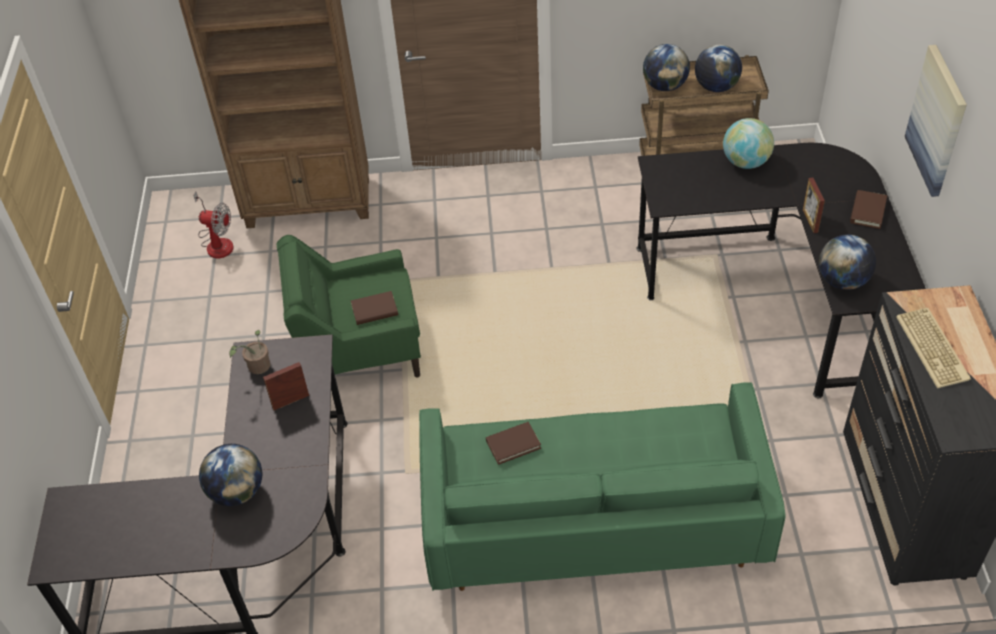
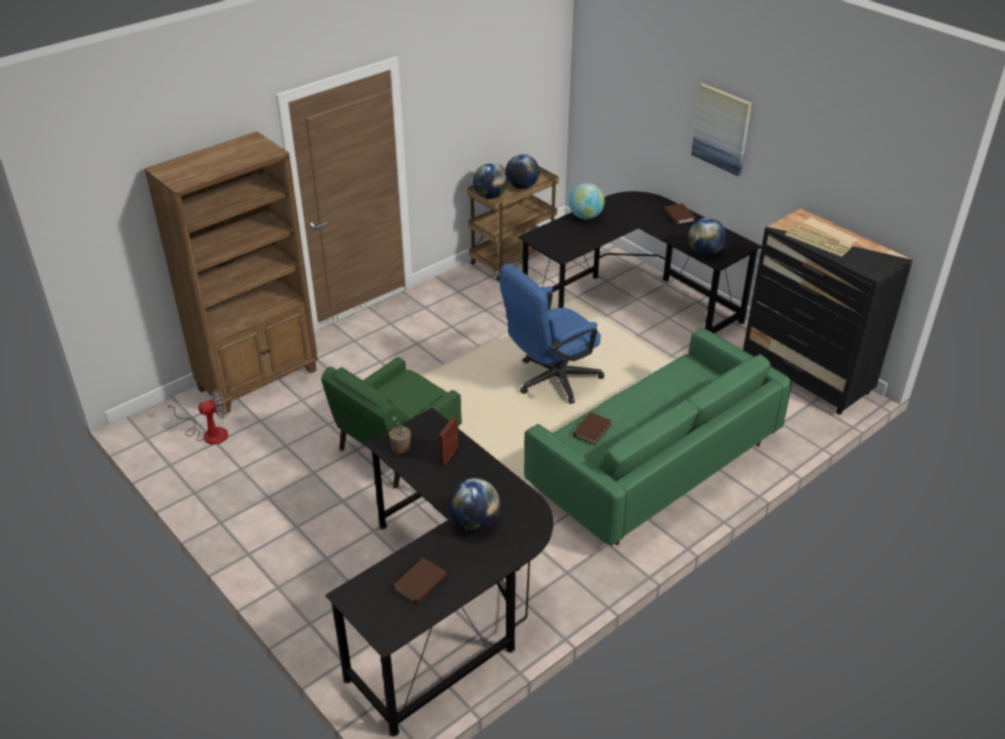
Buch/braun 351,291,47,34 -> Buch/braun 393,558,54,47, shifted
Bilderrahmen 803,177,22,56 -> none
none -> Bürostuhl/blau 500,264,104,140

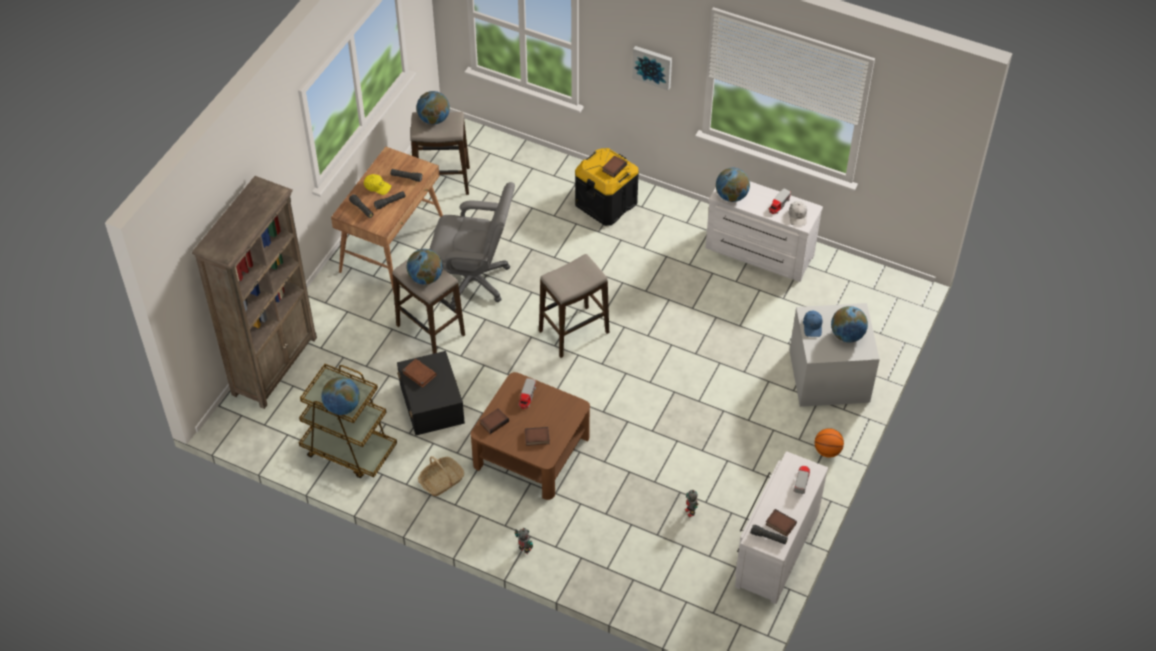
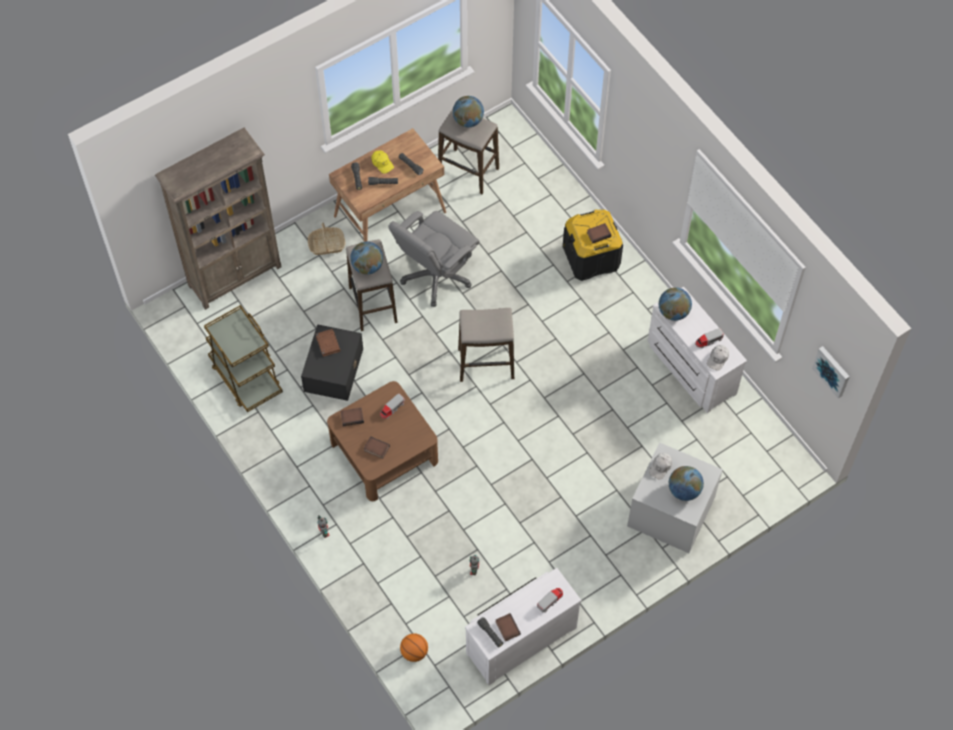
Globus 321,377,39,38 -> none
Korb 418,456,46,40 -> Korb 308,223,37,32, shifted
Bürostuhl/grau 430,182,85,125 -> Bürostuhl/grau 388,211,92,96, 90 degrees clockwise
Bild 632,46,40,44 -> Bild 812,346,38,52, shifted
Kappe/blau 803,311,20,26 -> Kappe/weiß 649,453,23,27
Basketball 814,428,30,30 -> Basketball 400,633,28,29, shifted

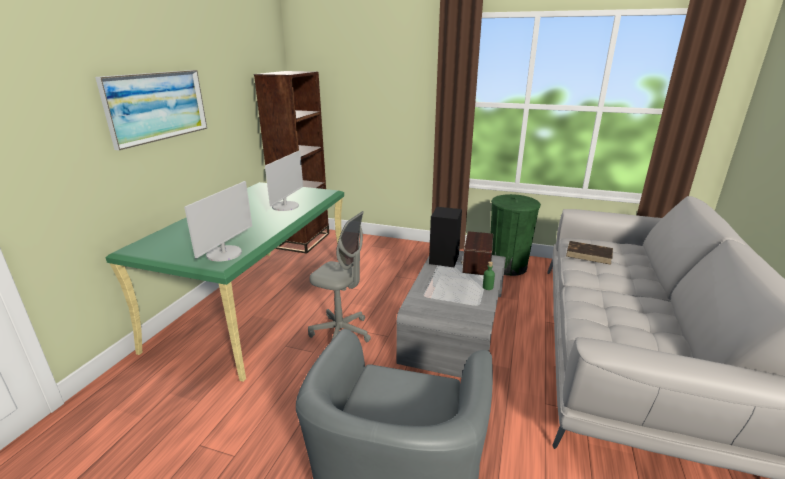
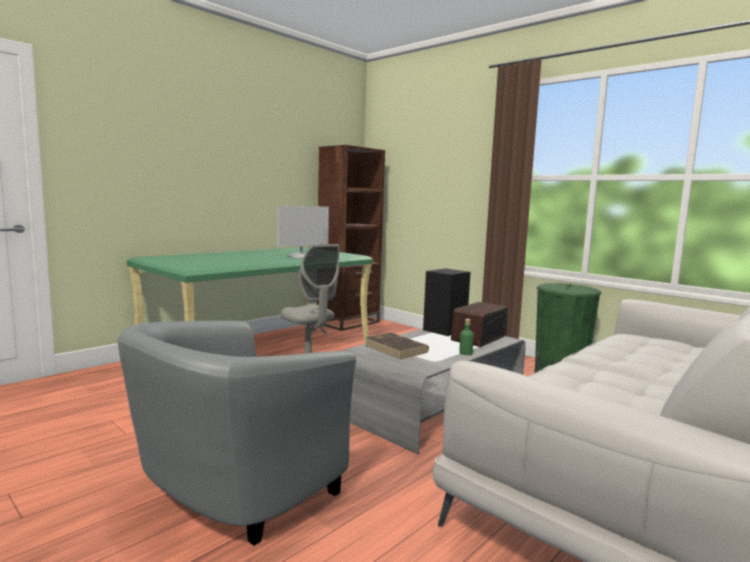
Bild 95,70,112,80 -> none
Monitor 184,181,68,80 -> none
Buch/braun 566,241,47,24 -> Buch/braun 365,333,64,26, shifted

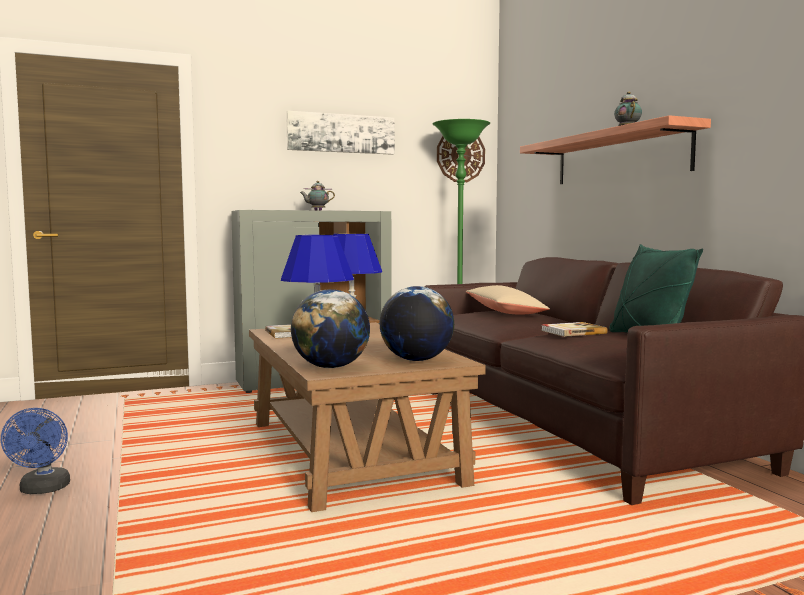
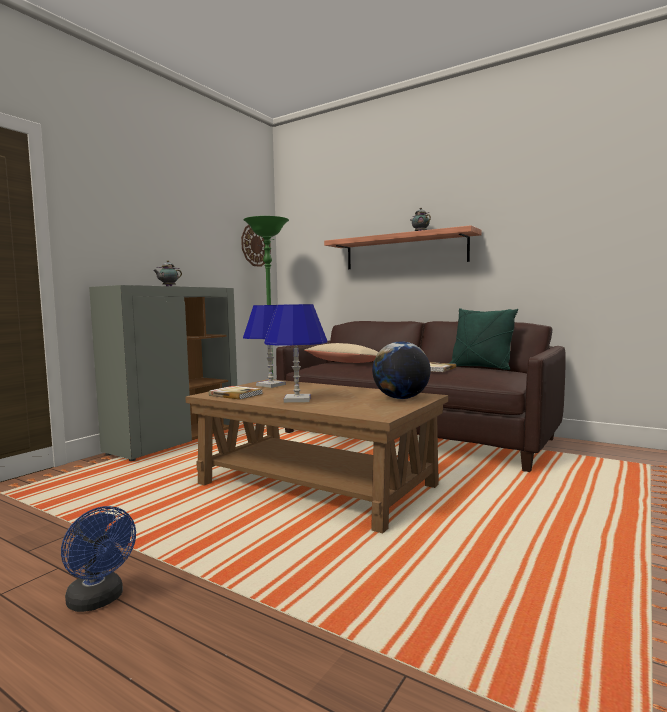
Bild 286,110,108,45 -> none
Globus 291,289,79,79 -> none

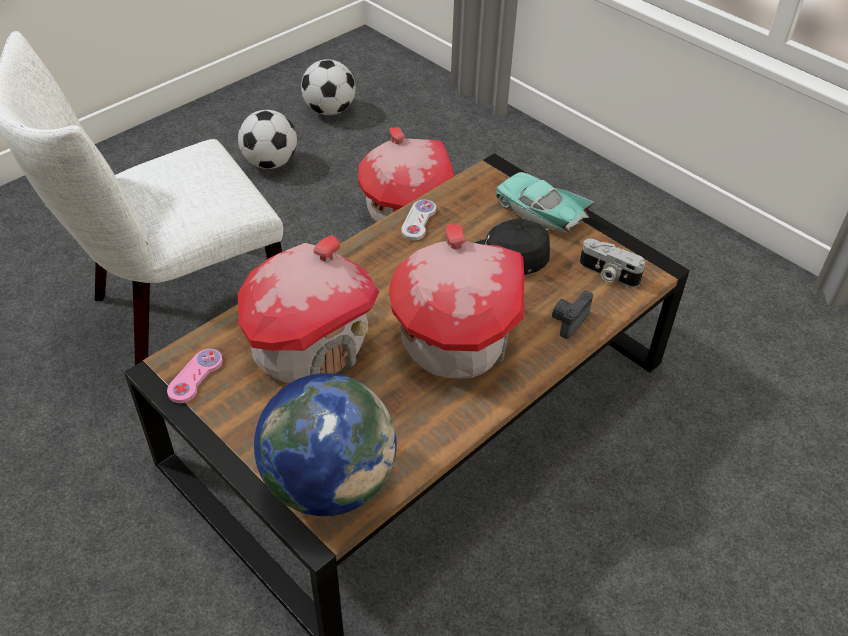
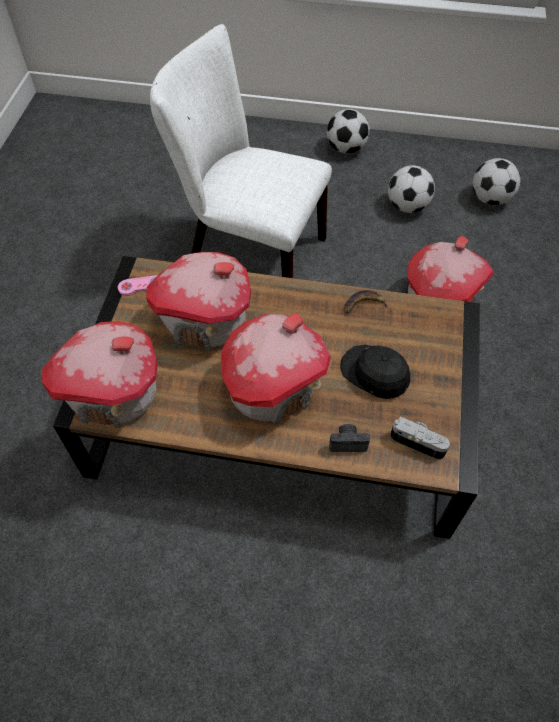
Globus 254,373,143,143 -> Spielzeughaus 42,321,115,107
Gamepad/weiß 402,200,34,41 -> Banane 344,290,45,24
Spielzeugauto/türkis 496,172,99,61 -> none
Kamera 580,239,65,49 -> Kamera 390,416,60,44, 120 degrees clockwise
none -> Fußball 327,109,43,45

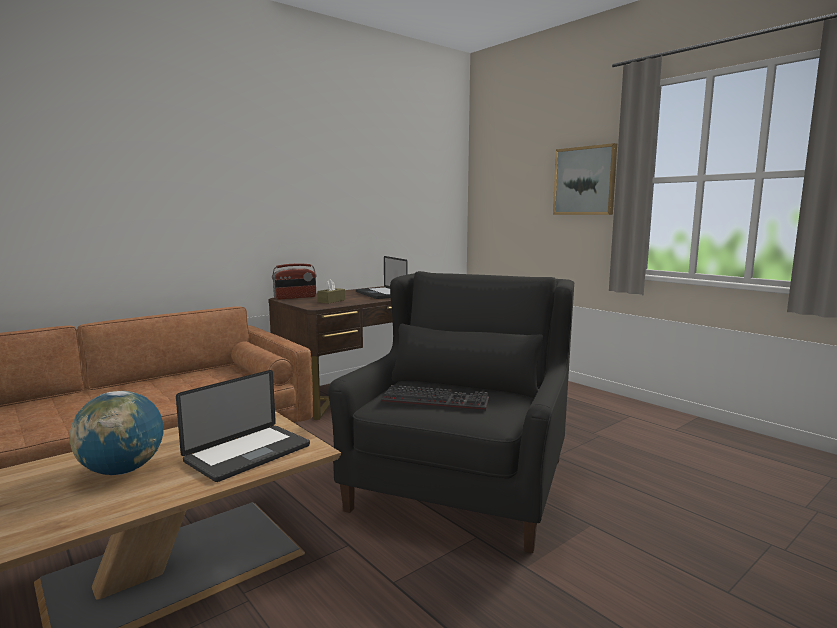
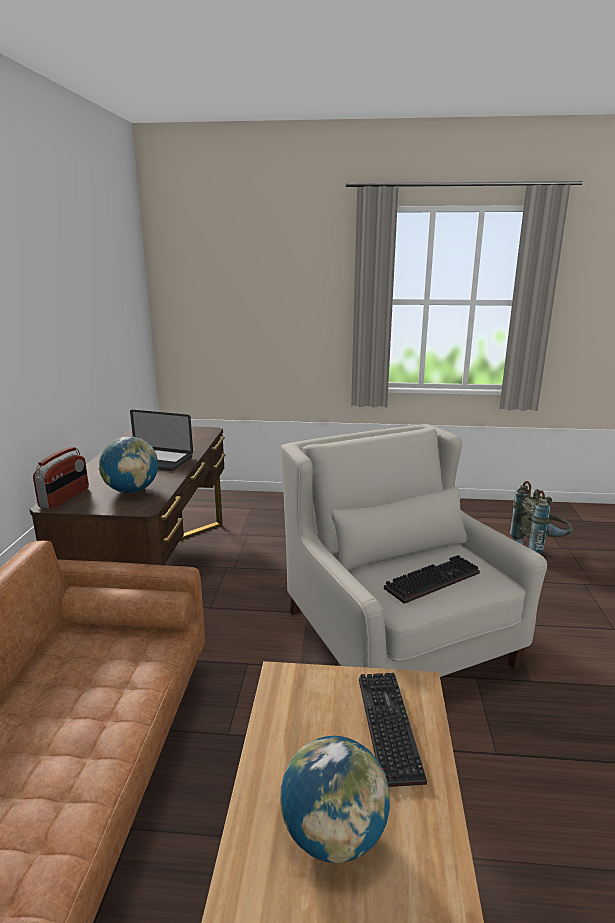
Laptop 176,370,134,112 -> Tastatur 359,673,68,114
Taschentuchbox/braun 317,279,28,25 -> Globus 99,436,59,57
Sessel/schwarz 328,271,246,282 -> Sessel/weiß 281,424,266,253
Bild 553,143,64,72 -> none
none -> Rucksack/grau 510,481,63,74

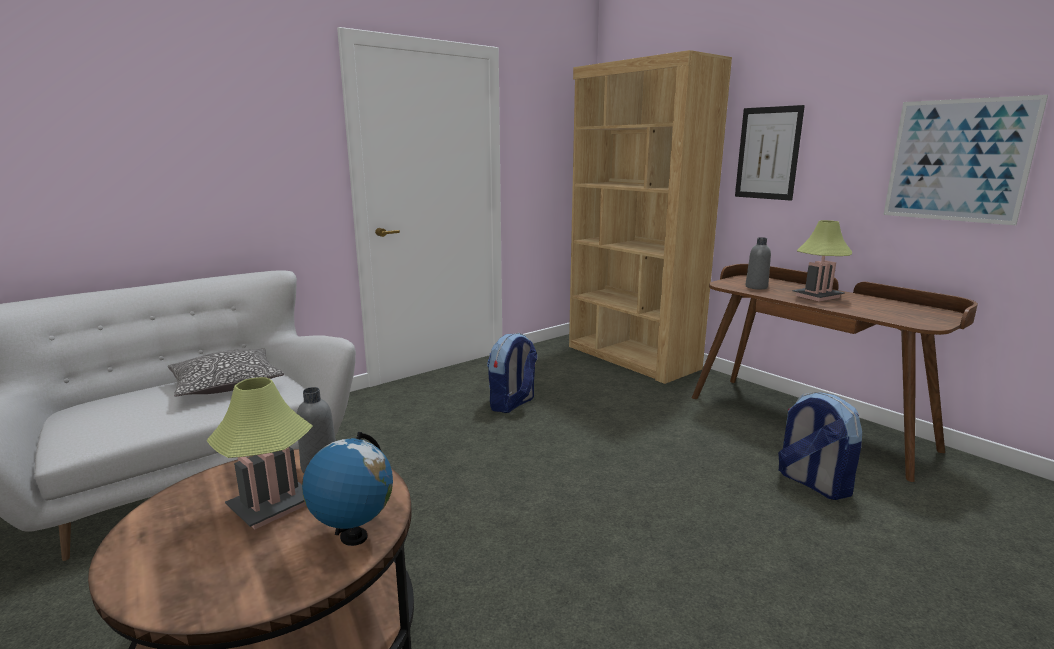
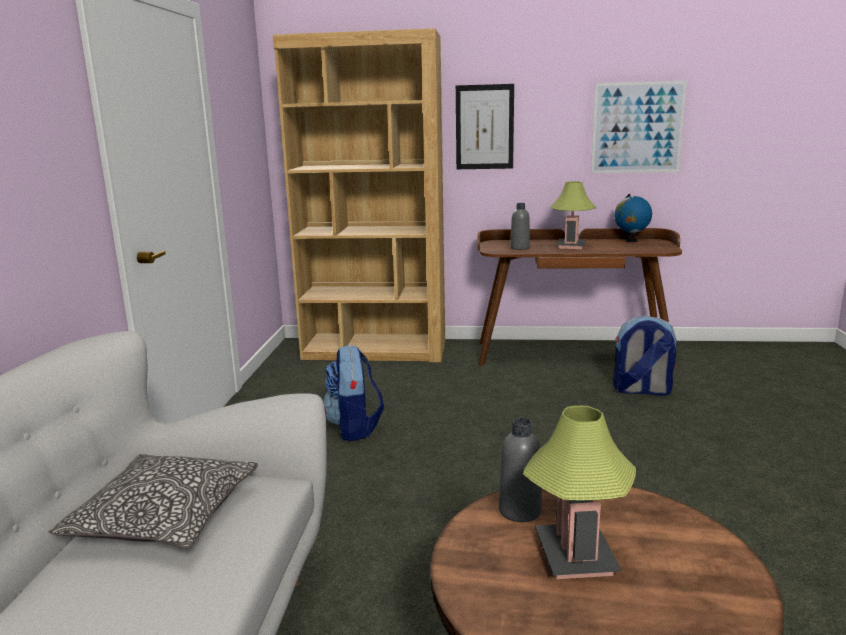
Globus 302,432,91,114 -> Globus 614,194,38,48, shifted

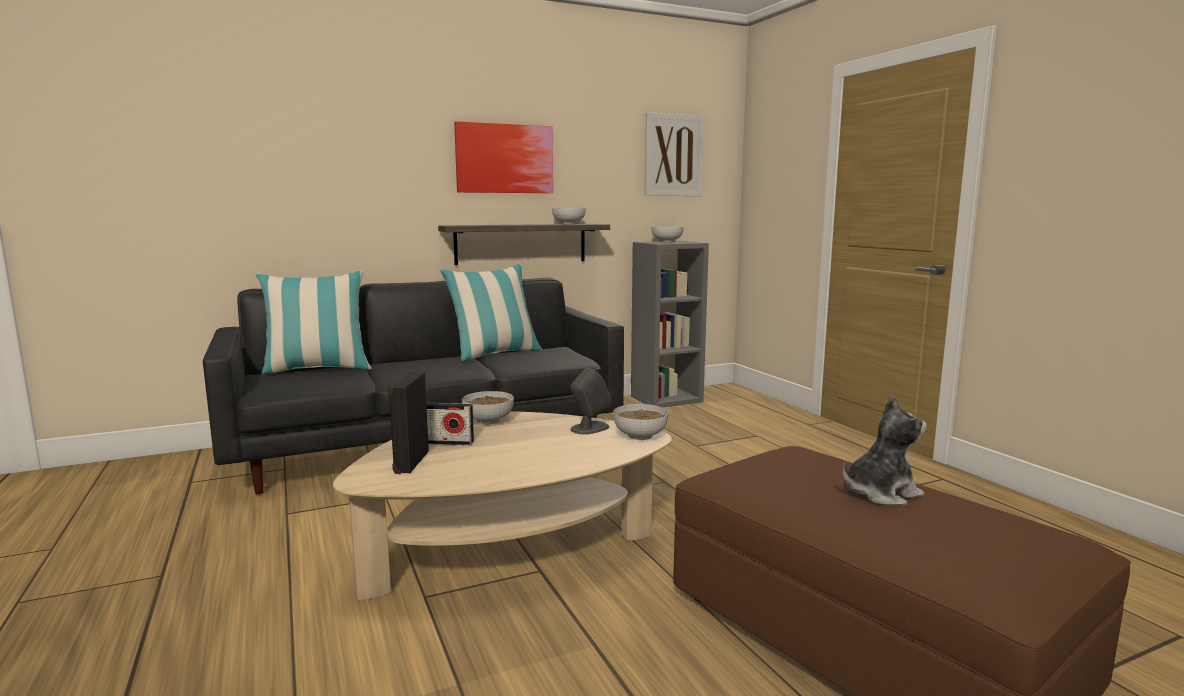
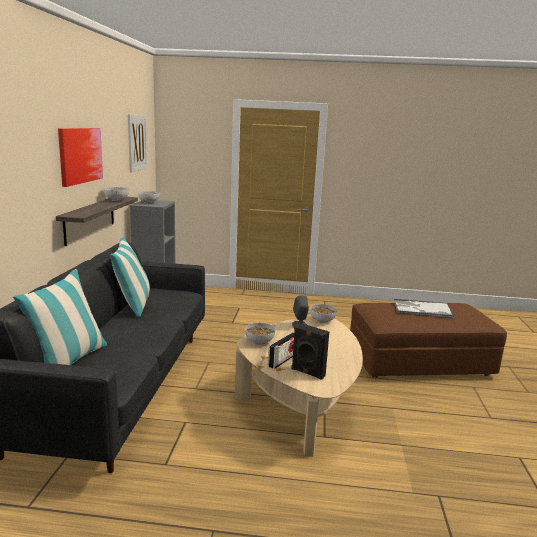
Plüschtier 843,395,84,111 -> Tablett 394,299,61,19

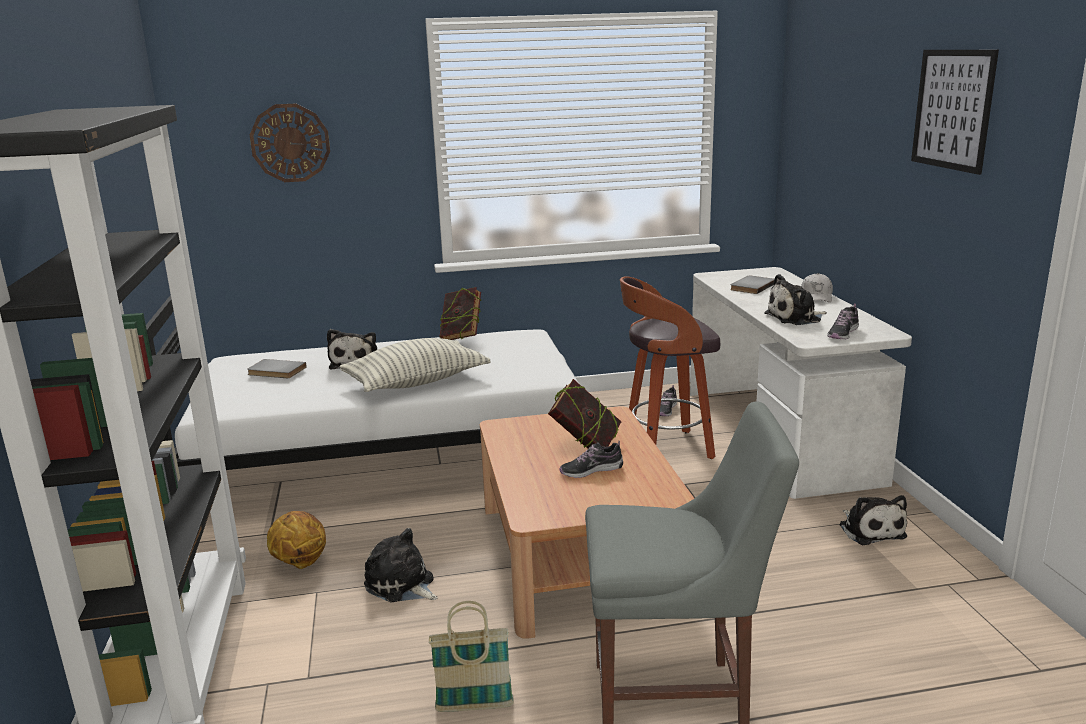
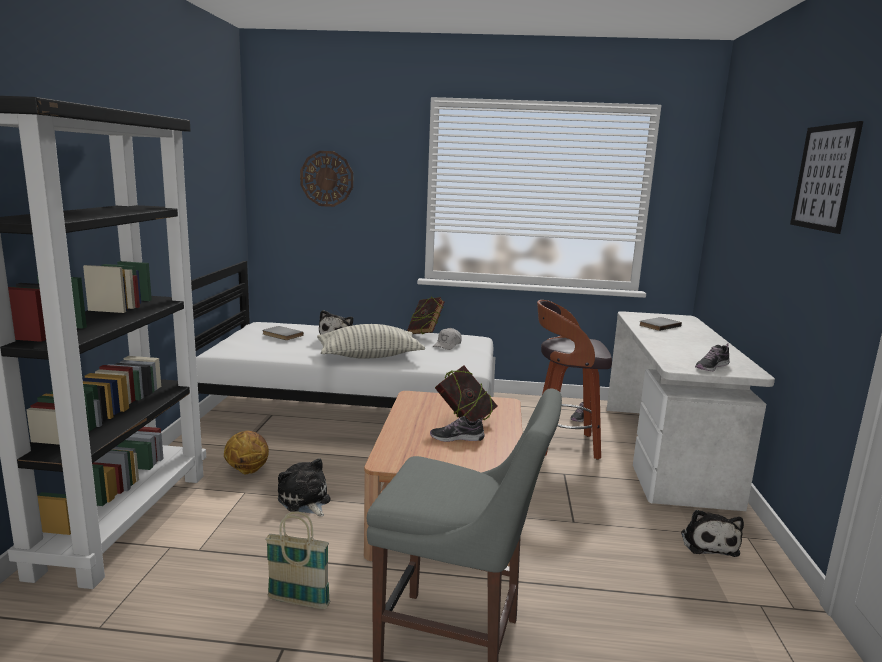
Plüschtier 764,274,63,51 -> none
Kappe/weiß 801,273,32,29 -> Kappe/weiß 433,328,29,22, shifted

